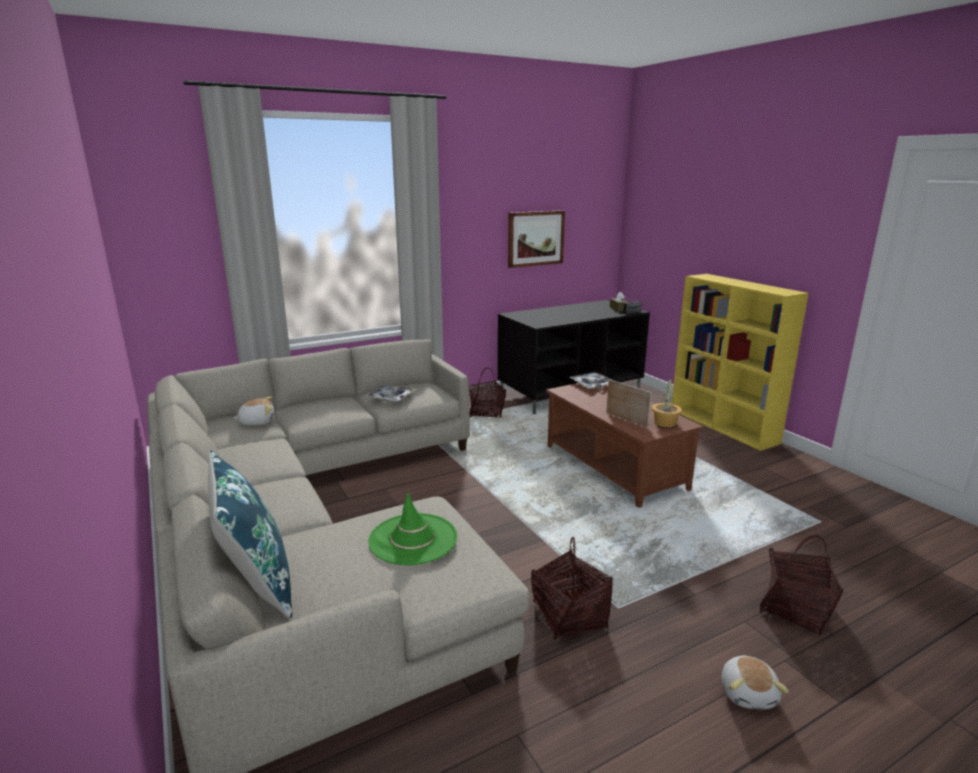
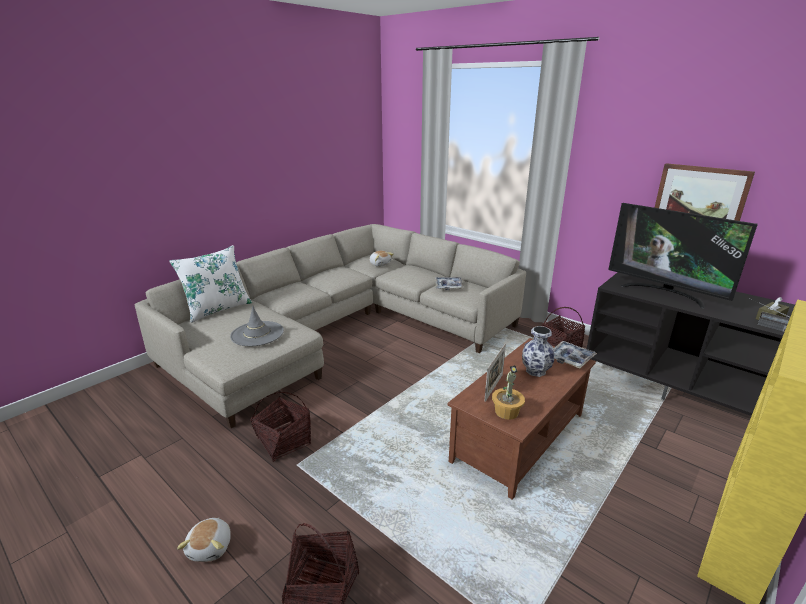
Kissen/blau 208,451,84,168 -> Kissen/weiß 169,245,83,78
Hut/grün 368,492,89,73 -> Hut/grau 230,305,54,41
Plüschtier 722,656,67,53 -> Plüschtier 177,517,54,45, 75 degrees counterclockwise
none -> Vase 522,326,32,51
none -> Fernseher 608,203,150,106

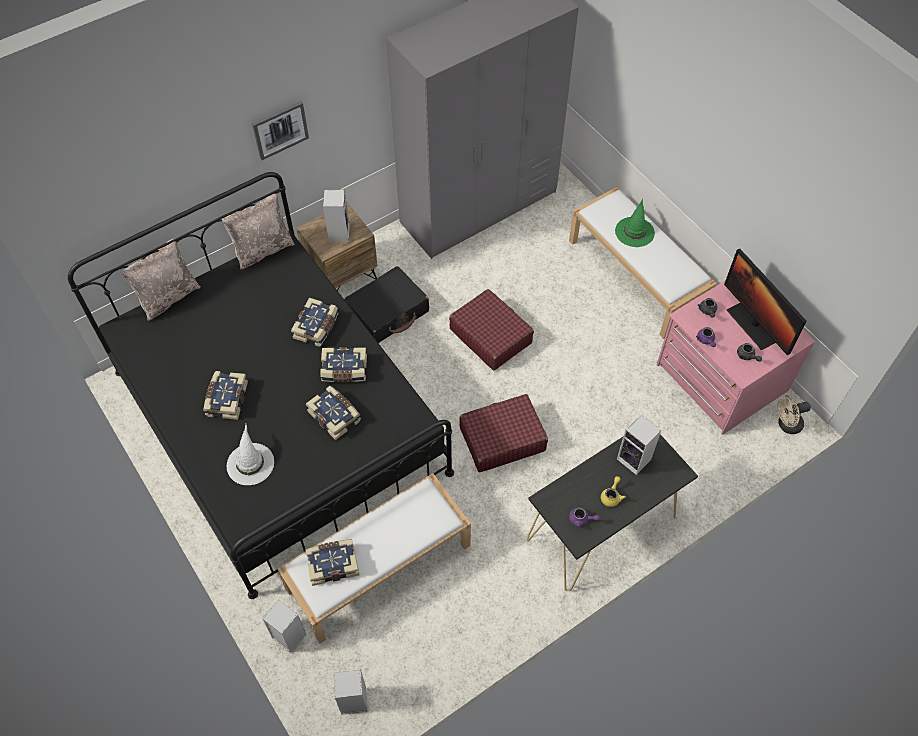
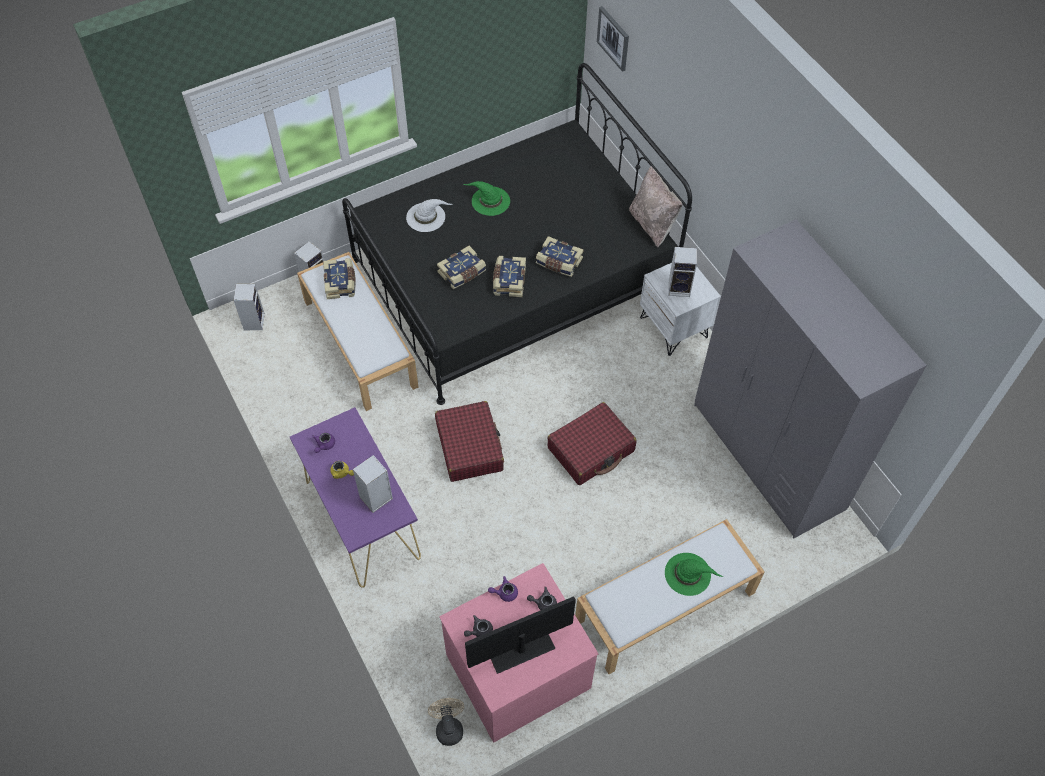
Kissen/beige 121,238,80,83 -> none
Buch 203,371,45,49 -> Hut/grün 463,181,47,35
Bild 252,101,57,59 -> Bild 597,6,32,66, shifted
Nachttisch/braun 296,203,82,88 -> Nachttisch/weiß 640,263,81,93
Koffer/schwarz 344,266,85,77 -> none
Konsolentisch/schwarz 527,434,171,157 -> Konsolentisch/lila 290,407,131,181

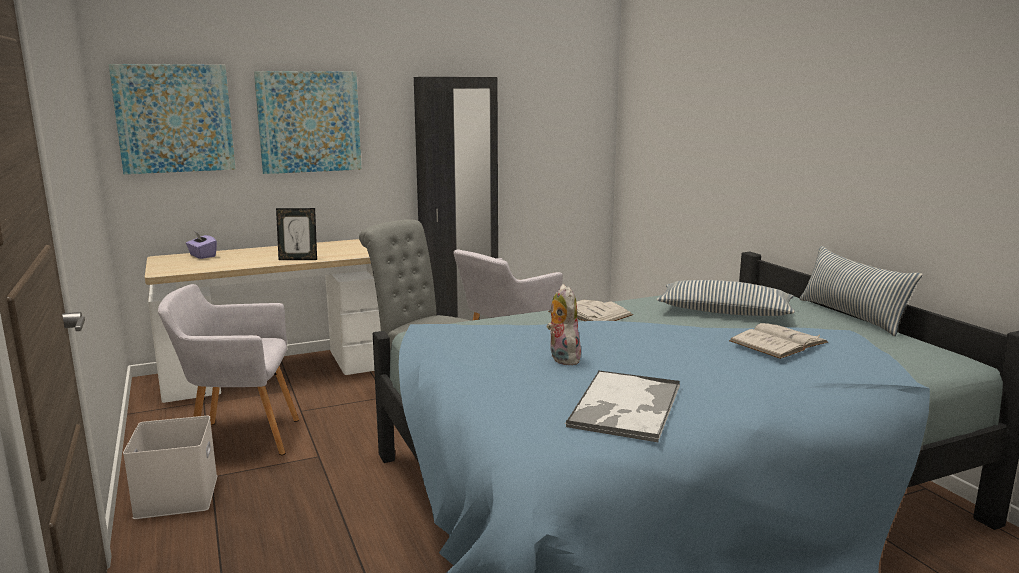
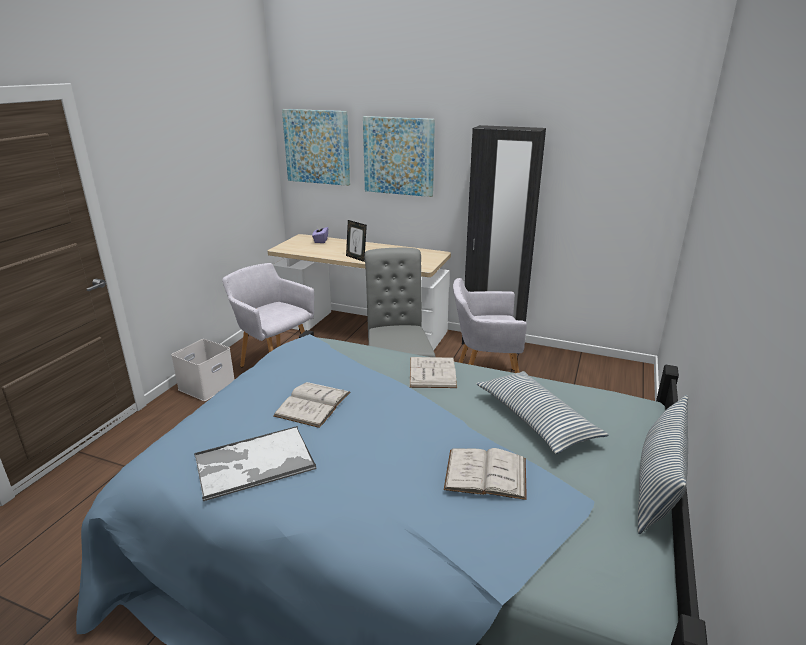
Plüschtier 547,284,34,81 -> Buch/weiß 274,382,76,46

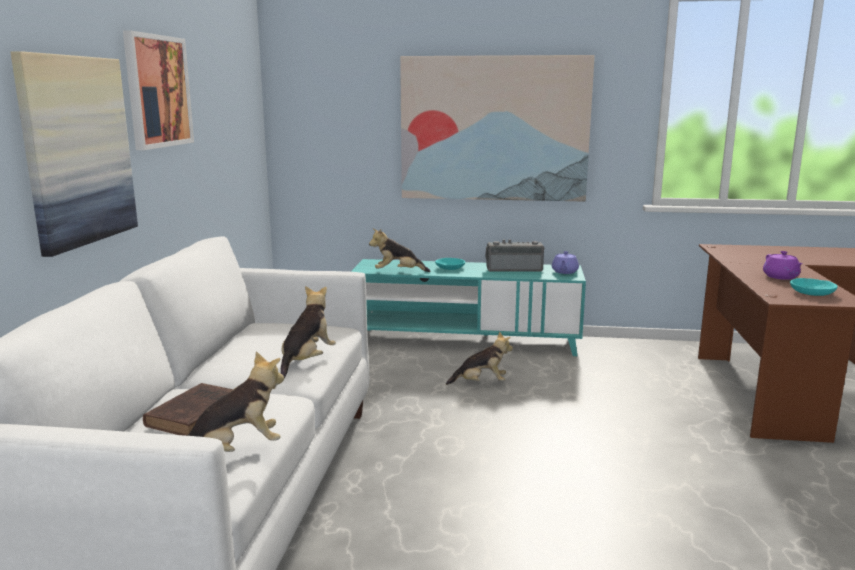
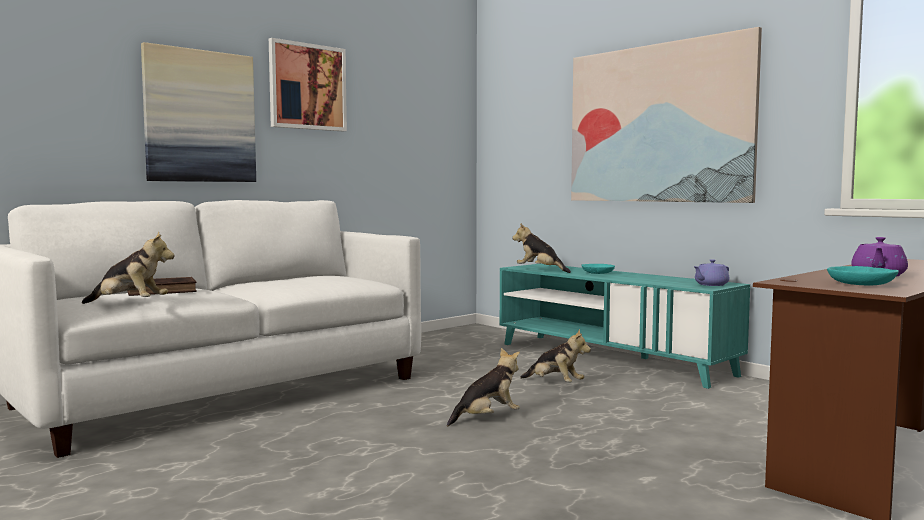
Plüschtier 281,286,55,92 -> Plüschtier 447,348,73,78, shifted
Radio 485,239,59,33 -> none

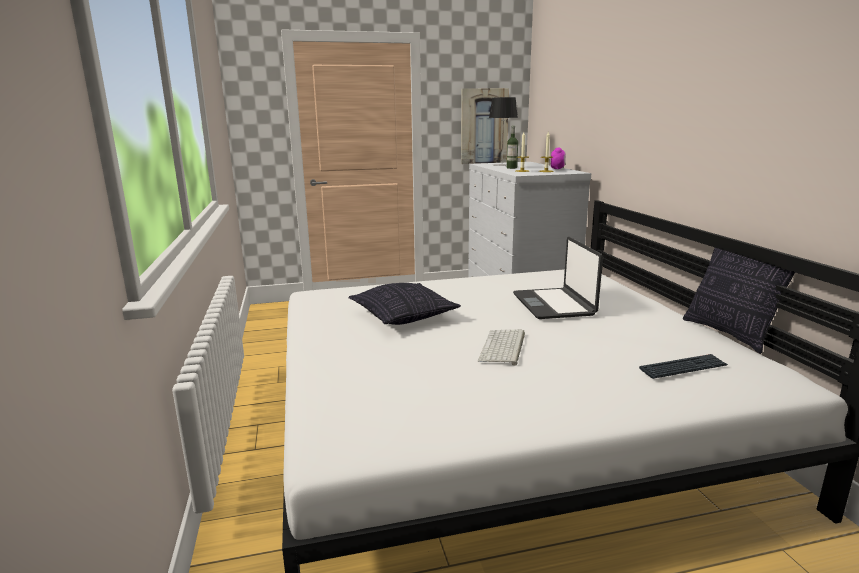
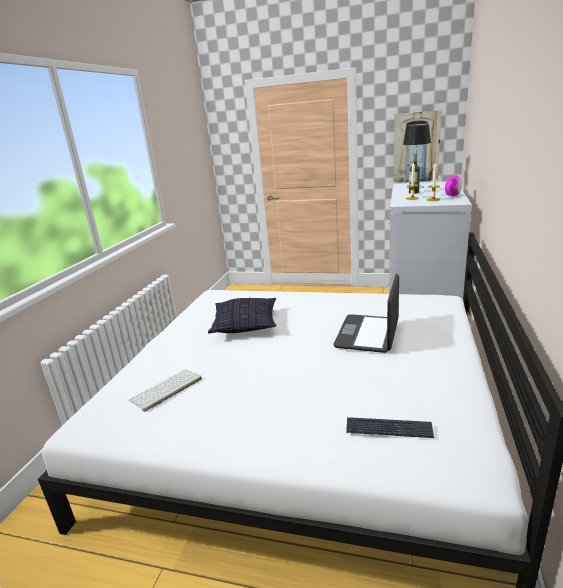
Tastatur 478,330,47,36 -> Tastatur 128,369,74,43, shifted
Kissen 683,248,112,106 -> none

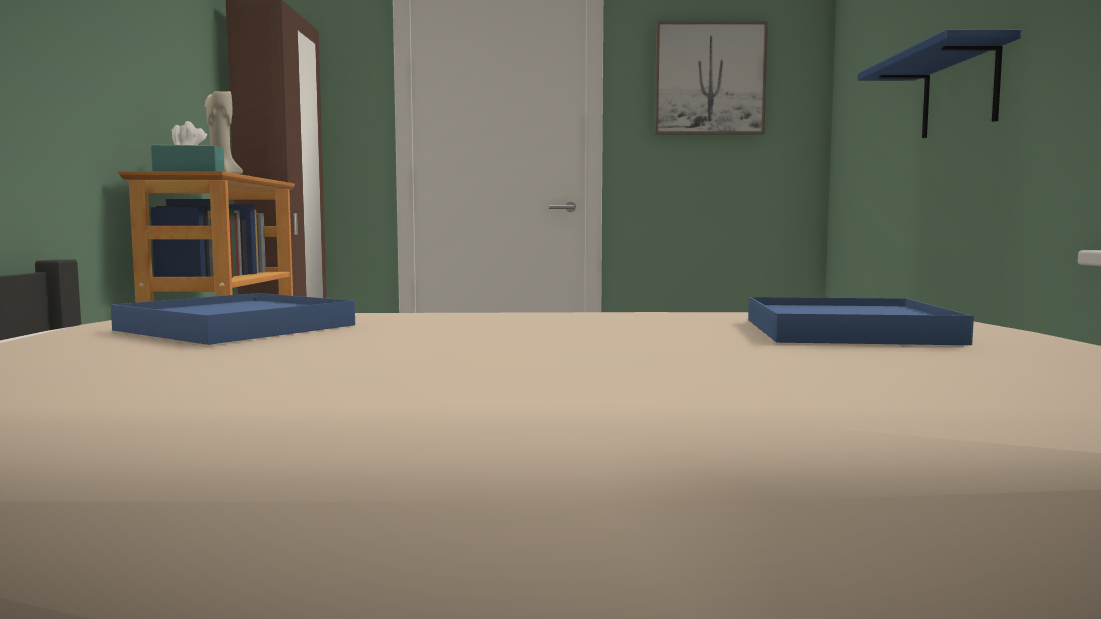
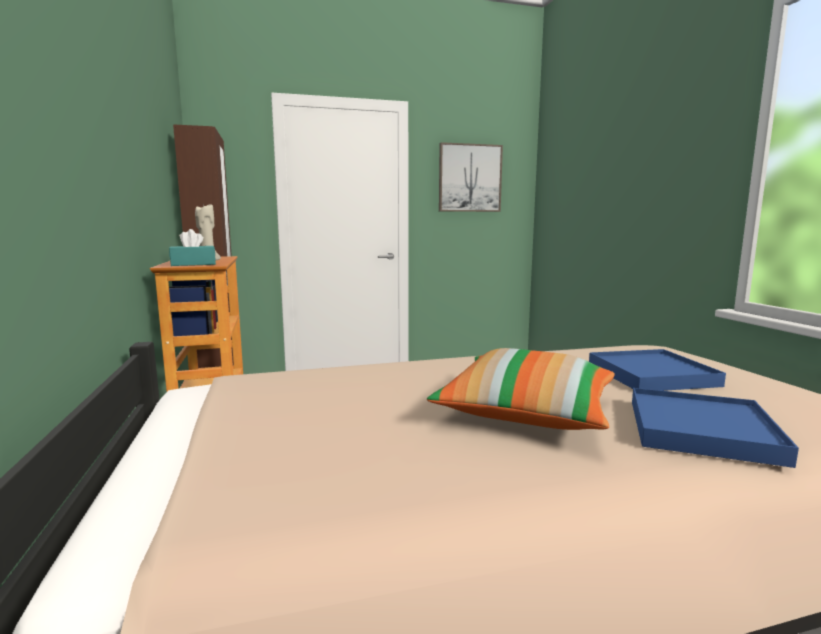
Tablett/blau 111,293,244,52 -> Tablett/blau 632,388,167,80, shifted
Wandregal/blau 857,29,164,109 -> none
none -> Kissen 427,348,188,82

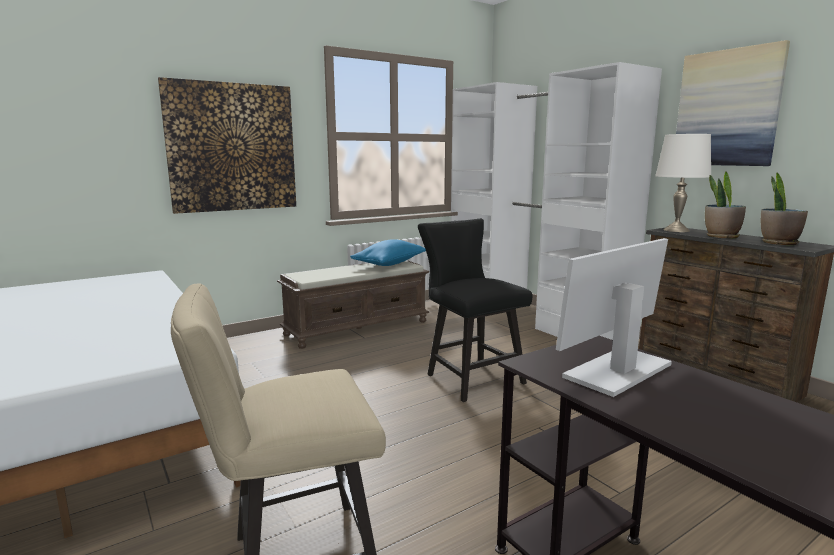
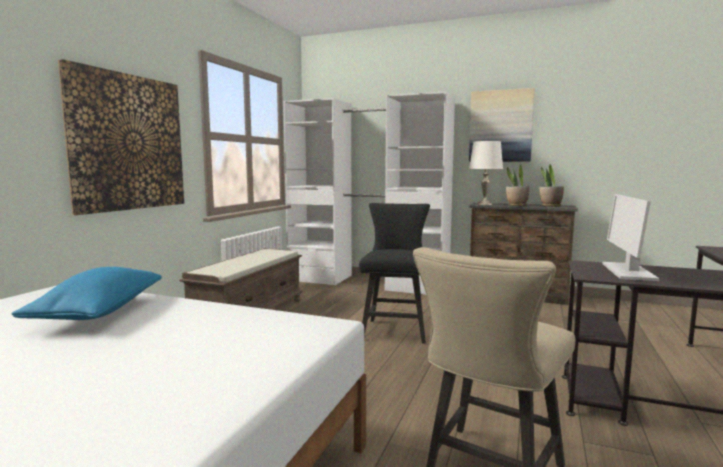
Kissen/blau 350,239,76,27 -> Kissen/blau 12,267,150,53, shifted
Stuhl/schwarz 418,219,114,183 -> Stuhl/schwarz 359,203,71,141, 75 degrees clockwise

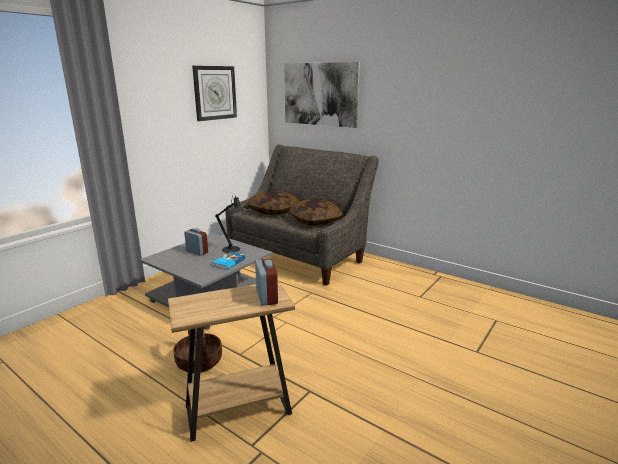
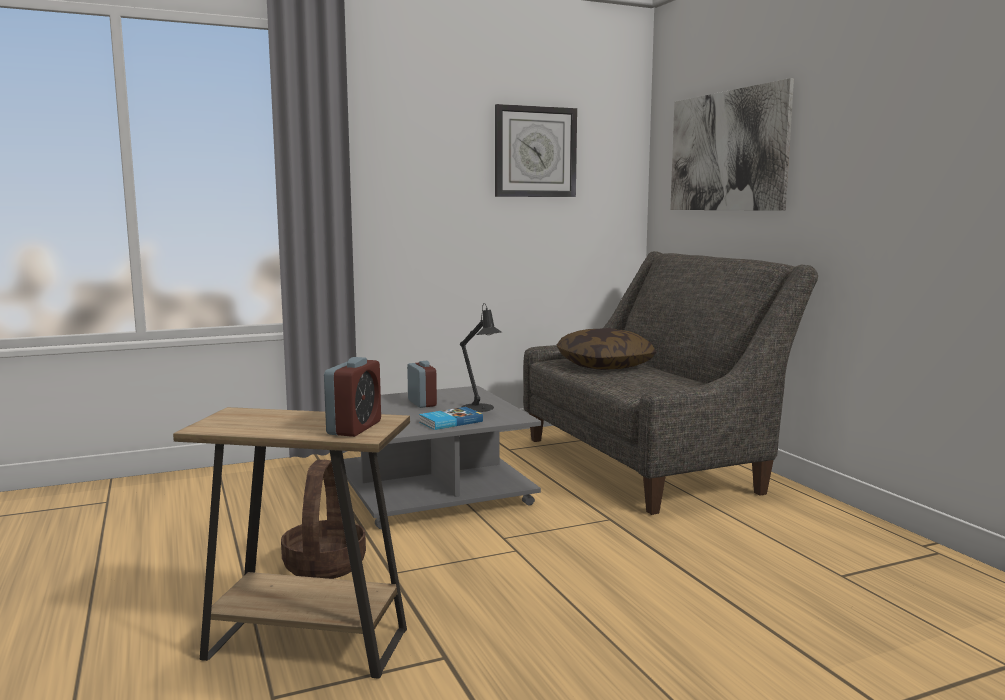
Kissen 289,199,55,27 -> none

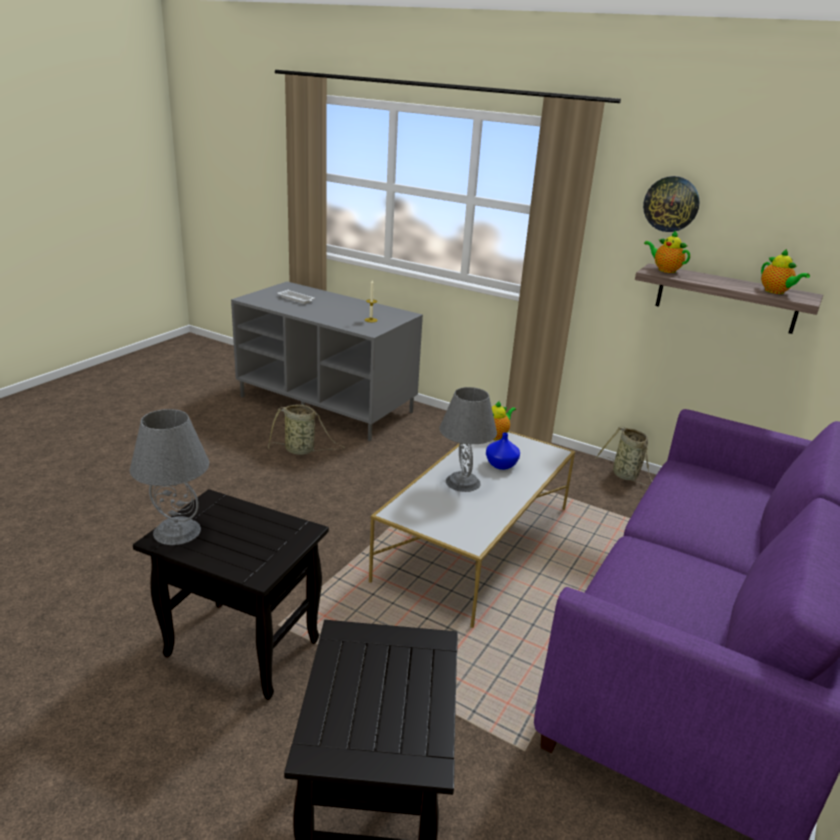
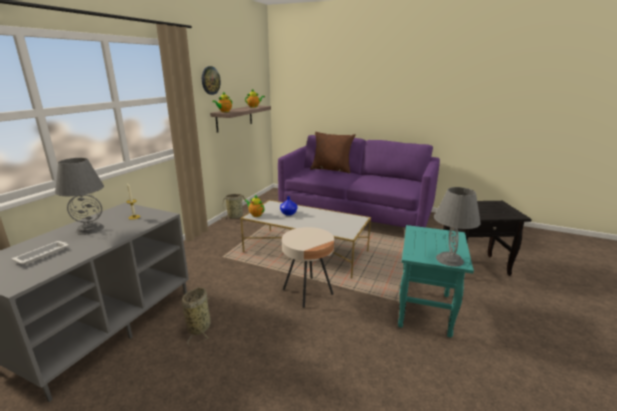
Beistelltisch/schwarz 133,489,196,211 -> Beistelltisch/türkis 398,225,76,112
Tischlampe/grau 439,387,58,105 -> Tischlampe/grau 55,158,49,77, shifted
none -> Beistelltisch/beige 282,227,52,81
none -> Kissen/braun 310,132,46,42

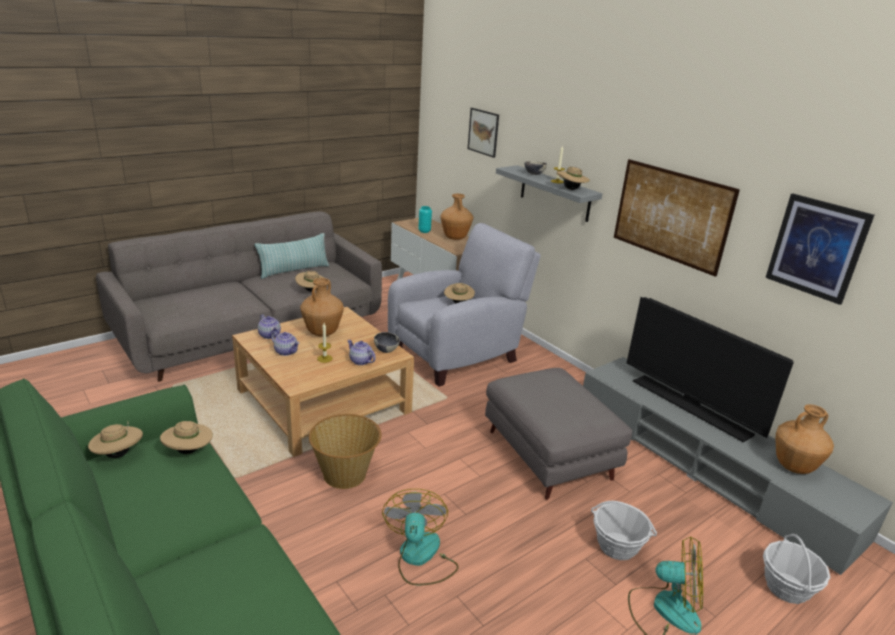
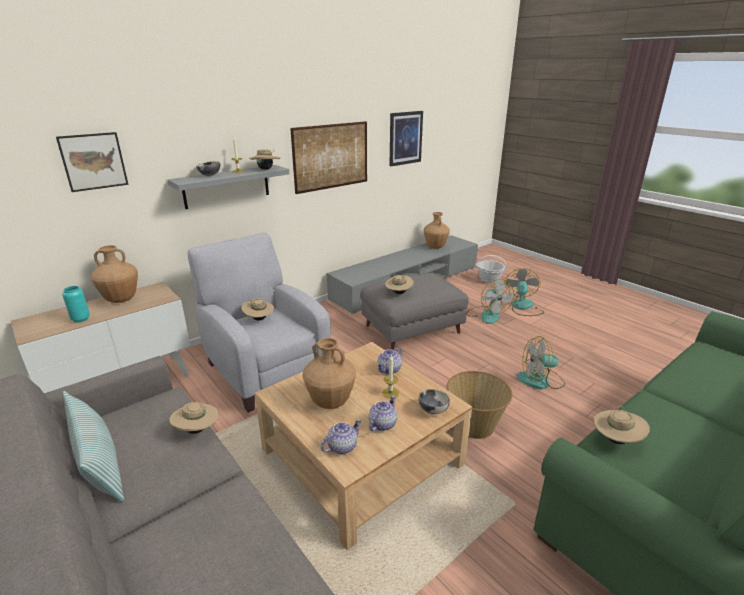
Hut/beige 88,421,55,37 -> Hut/beige 385,274,29,20, shifted
Schüssel 374,332,26,21 -> Schüssel 419,389,31,26, shifted
Korb 591,501,66,59 -> Ventilator 466,279,48,45
Fernseher 627,297,167,145 -> none

